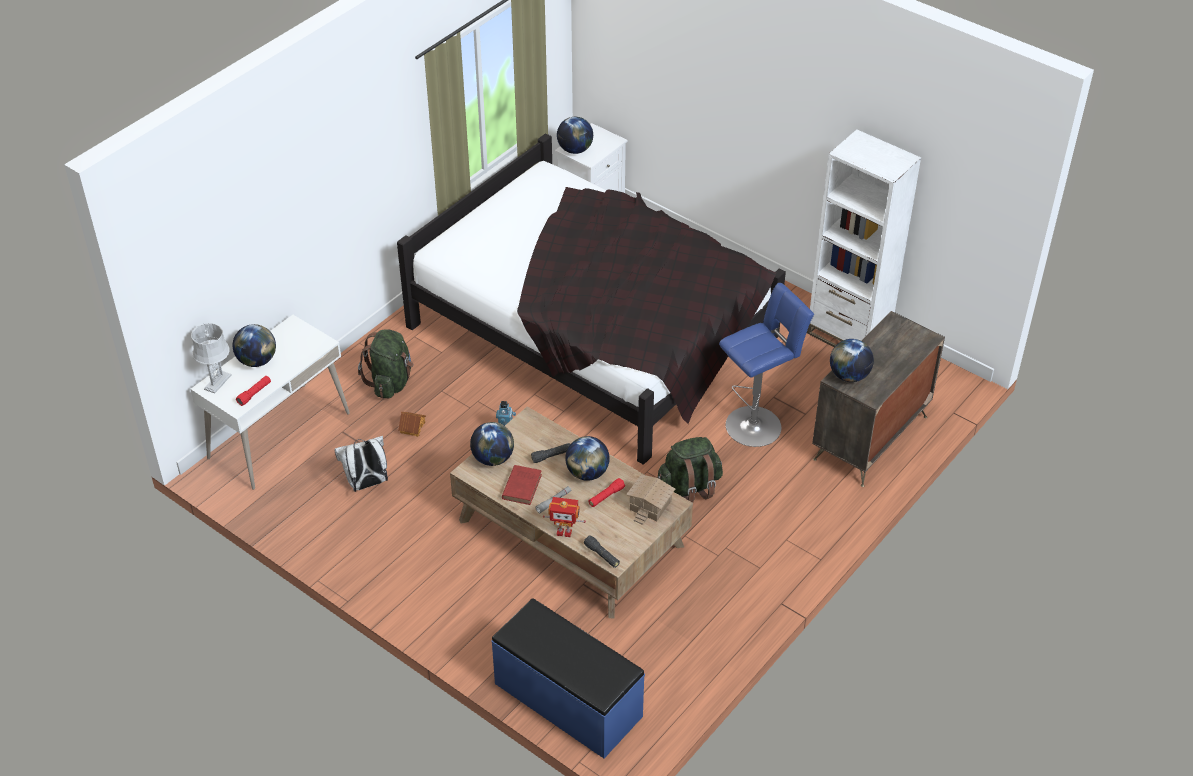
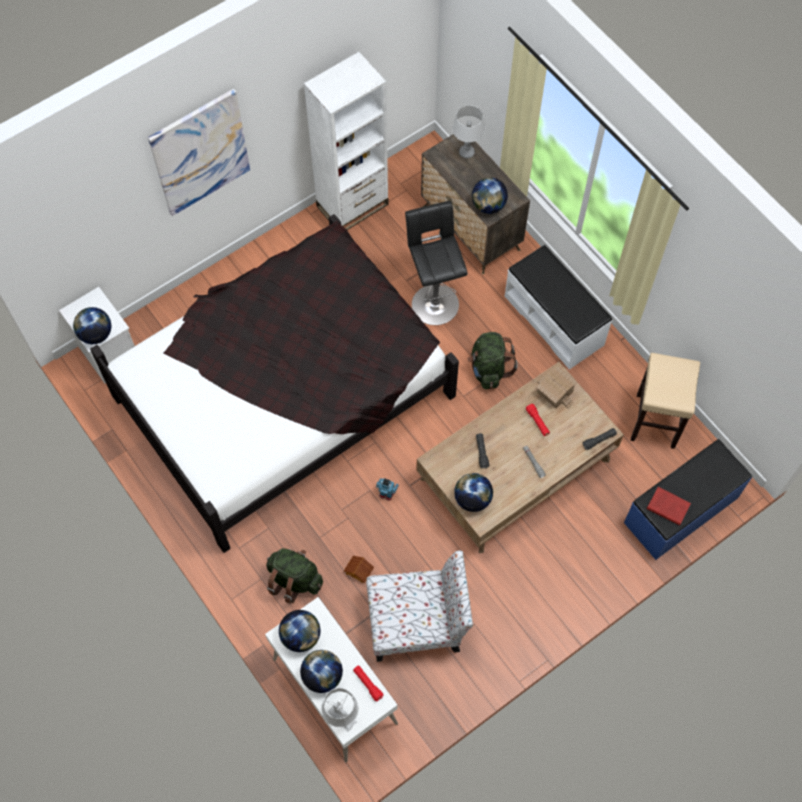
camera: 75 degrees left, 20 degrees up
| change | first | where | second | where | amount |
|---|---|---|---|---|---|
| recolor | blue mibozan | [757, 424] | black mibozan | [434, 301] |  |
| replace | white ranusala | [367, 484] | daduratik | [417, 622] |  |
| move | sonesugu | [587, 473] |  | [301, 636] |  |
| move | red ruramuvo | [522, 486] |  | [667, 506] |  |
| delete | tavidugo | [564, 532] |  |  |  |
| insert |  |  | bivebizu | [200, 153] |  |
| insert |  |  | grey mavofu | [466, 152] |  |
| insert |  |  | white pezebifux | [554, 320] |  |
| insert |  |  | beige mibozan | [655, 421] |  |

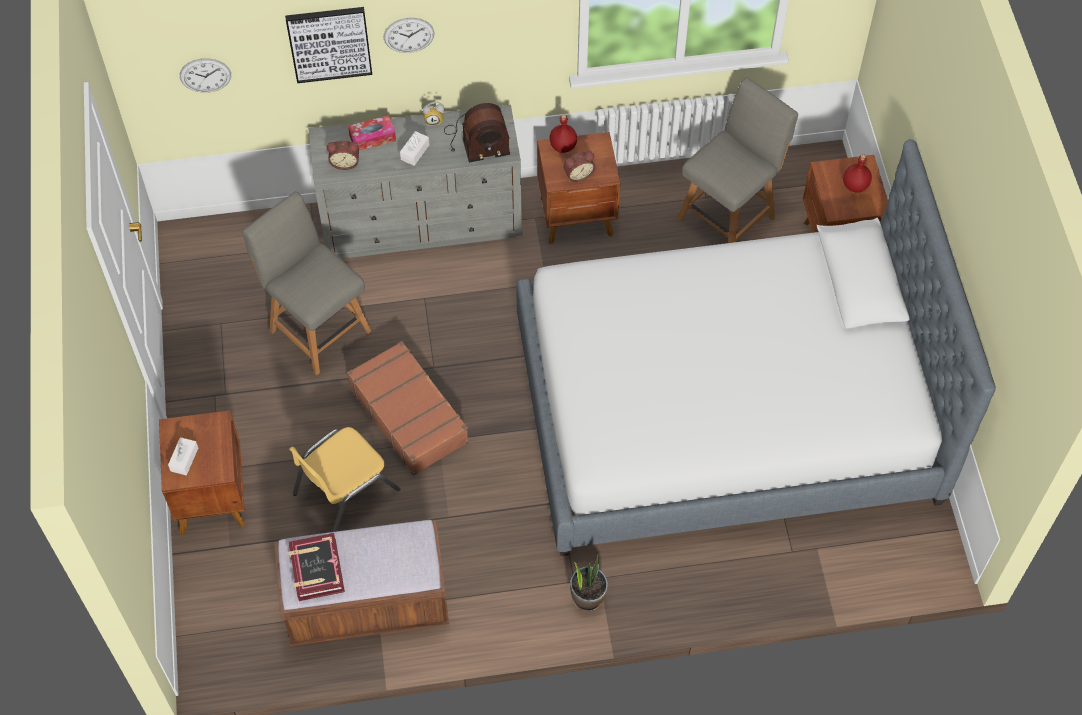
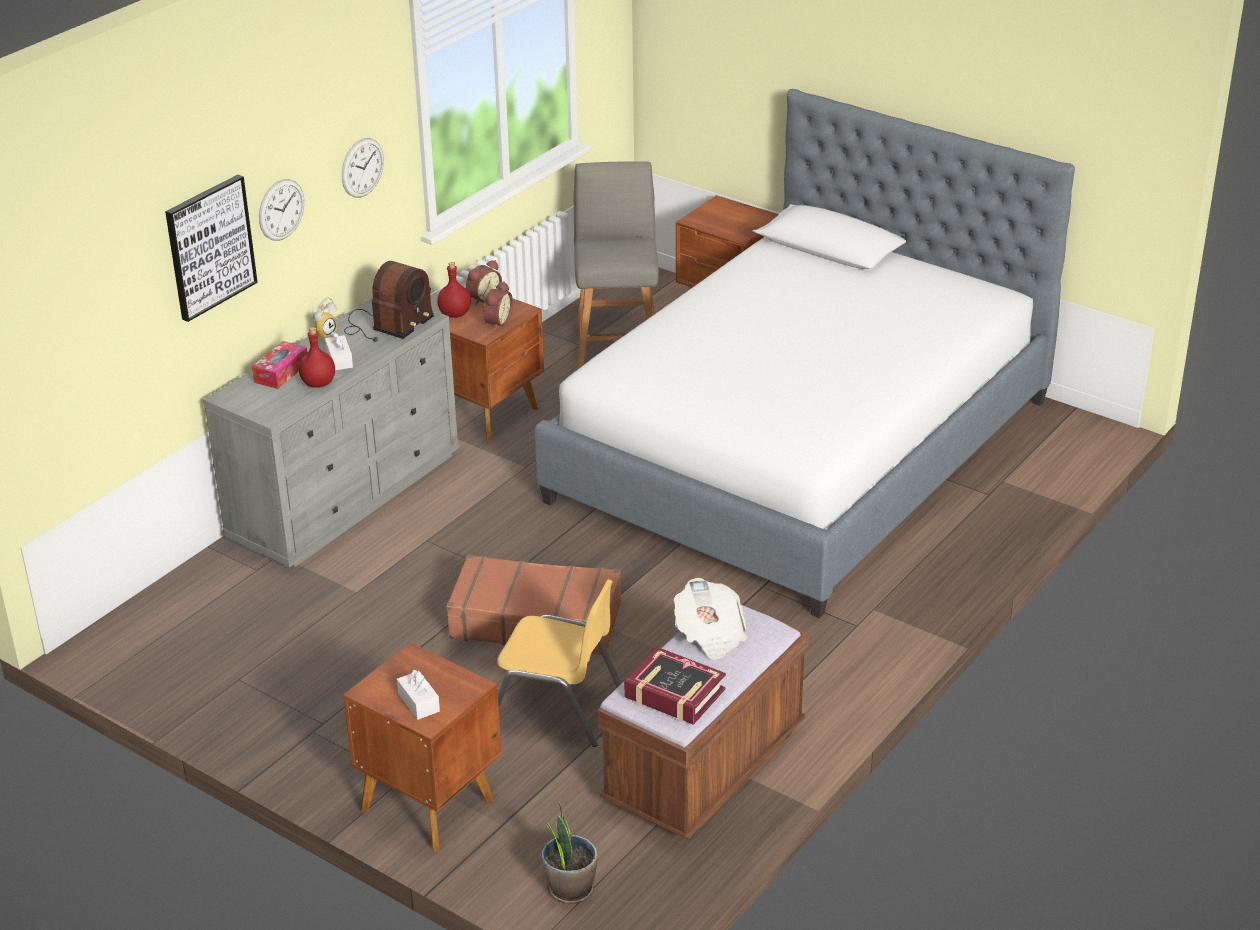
camera: 45 degrees left, 25 degrees down
| change | first | where | second | where | amount |
|---|---|---|---|---|---|
| move | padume | [205, 75] |  | [362, 167] |  |
| move | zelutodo | [345, 162] |  | [483, 298] |  |
| move | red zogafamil | [855, 186] |  | [319, 383] |  |
| delete | grey daduratik | [317, 329] |  |  |  |
| rotate | yellow daduratik | [345, 491] |  | [557, 708] | 75 degrees counterclockwise |
| move | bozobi | [587, 597] |  | [570, 888] |  |
| insert |  |  | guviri | [710, 635] |  |

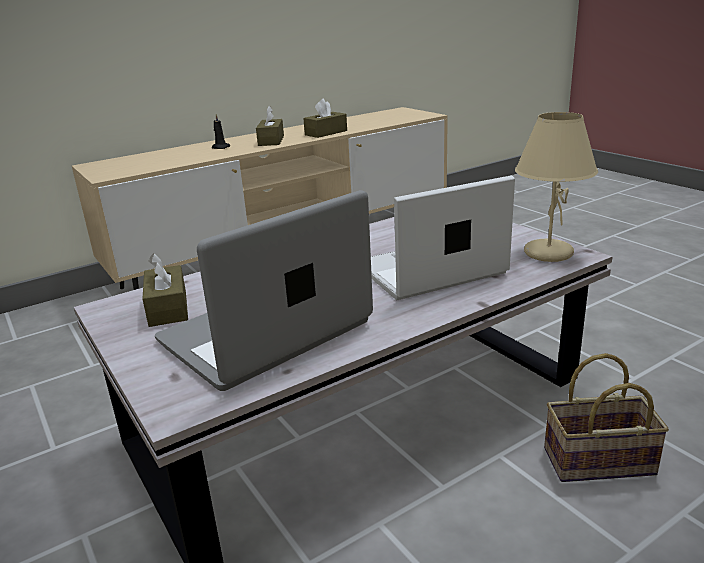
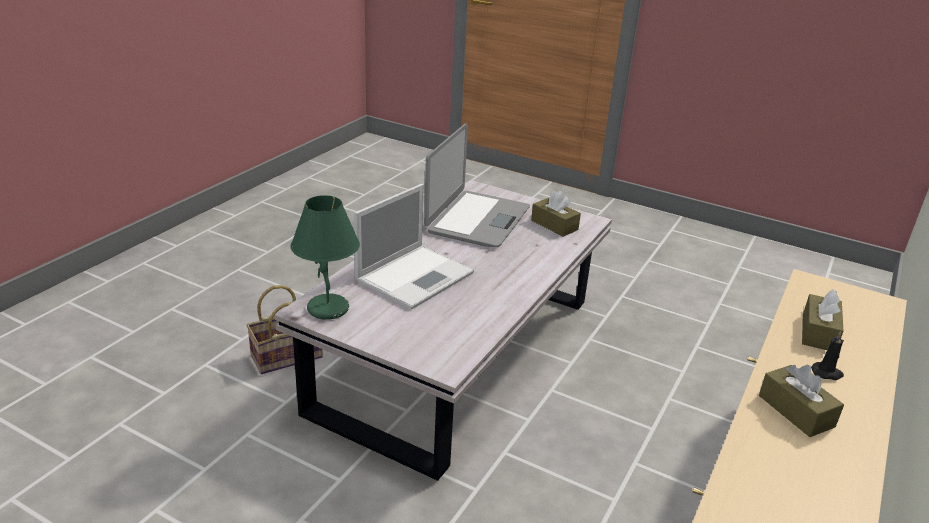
camera: 150 degrees right, 5 degrees up
| change | first | where | second | where | amount |
|---|---|---|---|---|---|
| move | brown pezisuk | [326, 133] |  | [818, 332] |  |
| recolor | beige mavofu | [547, 253] | green mavofu | [329, 309] |  |

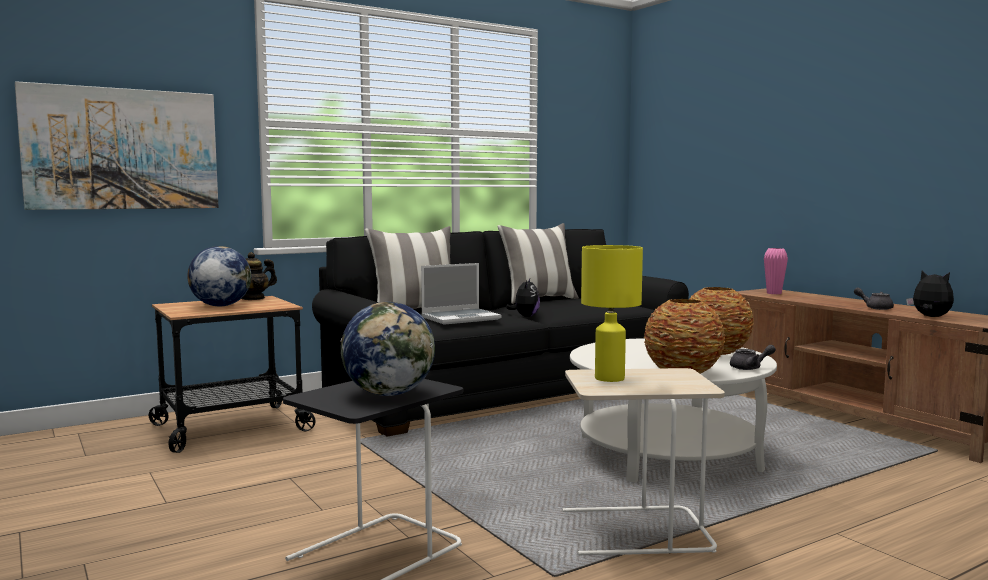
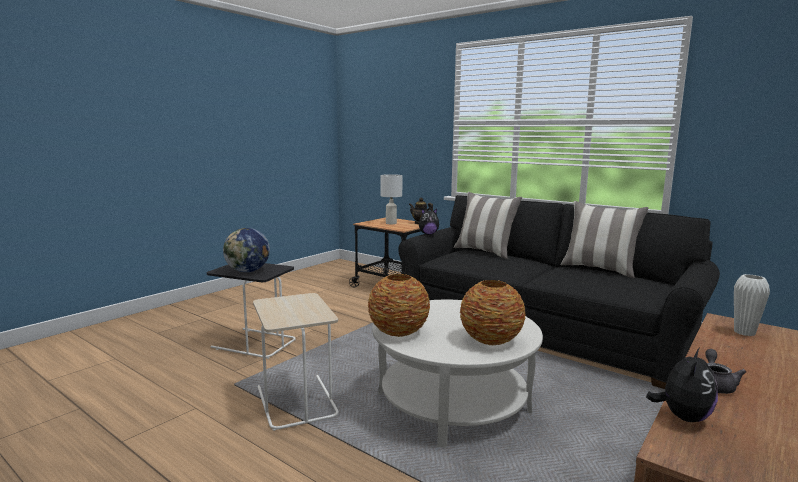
camera: 70 degrees right, 5 degrees up
| change | first | where | second | where | amount |
|---|---|---|---|---|---|
| delete | bivebizu | [122, 149] |  |  |  |
| delete | yellow mavofu | [608, 378] |  |  |  |
| replace | sonesugu | [220, 306] | white mavofu | [391, 223] |  |
| recolor | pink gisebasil | [774, 293] | white gisebasil | [744, 332] |  |
| delete | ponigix | [461, 318] |  |  |  |
| move | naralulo | [525, 316] |  | [428, 234] |  |
| delete | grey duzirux | [750, 368] |  |  |  |

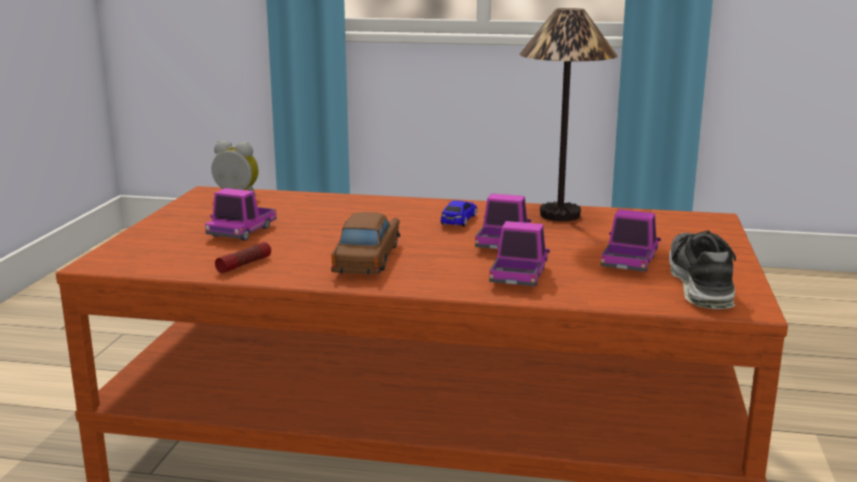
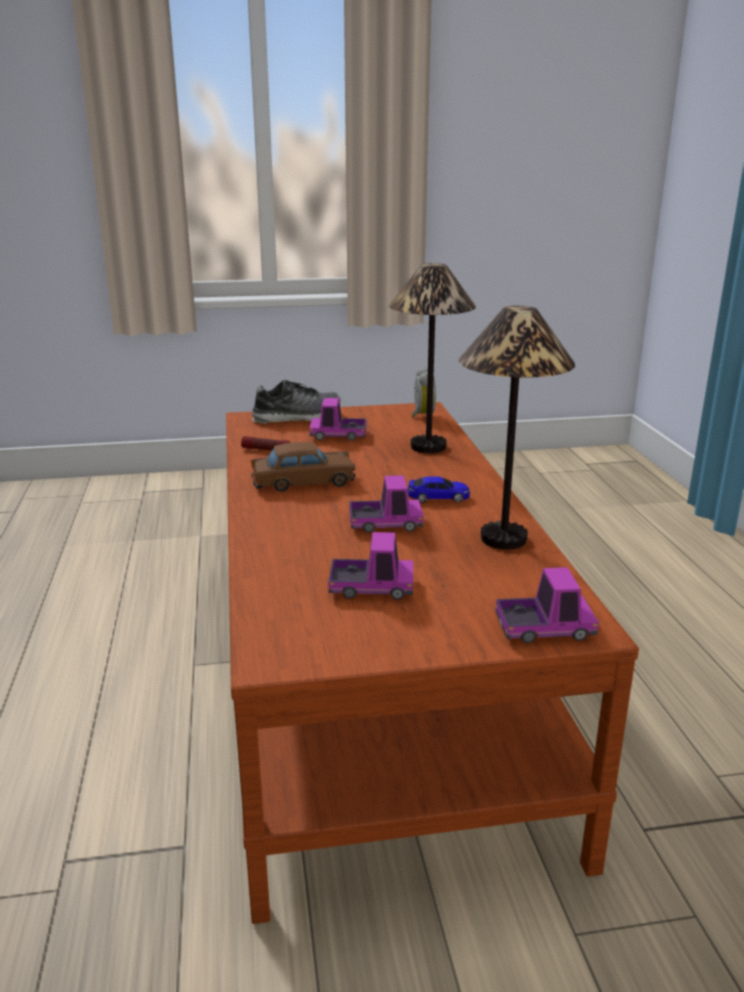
camera: 70 degrees right, 5 degrees up
| change | first | where | second | where | amount |
|---|---|---|---|---|---|
| move | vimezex | [519, 276] |  | [544, 629] |  |
| move | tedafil | [699, 284] |  | [297, 417] |  |
| insert |  |  | mavofu | [427, 447] |  |

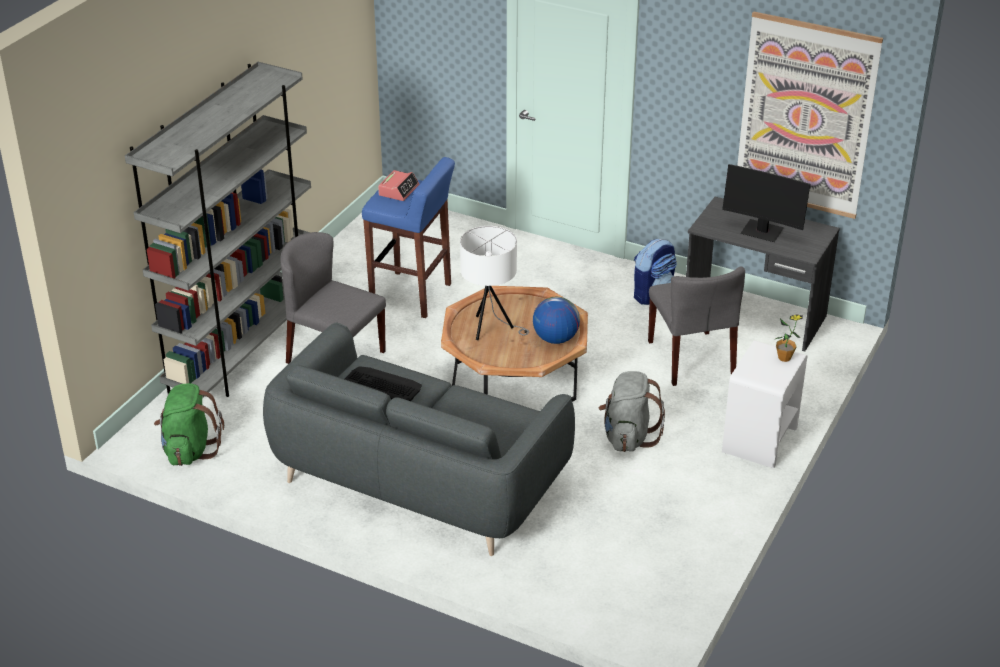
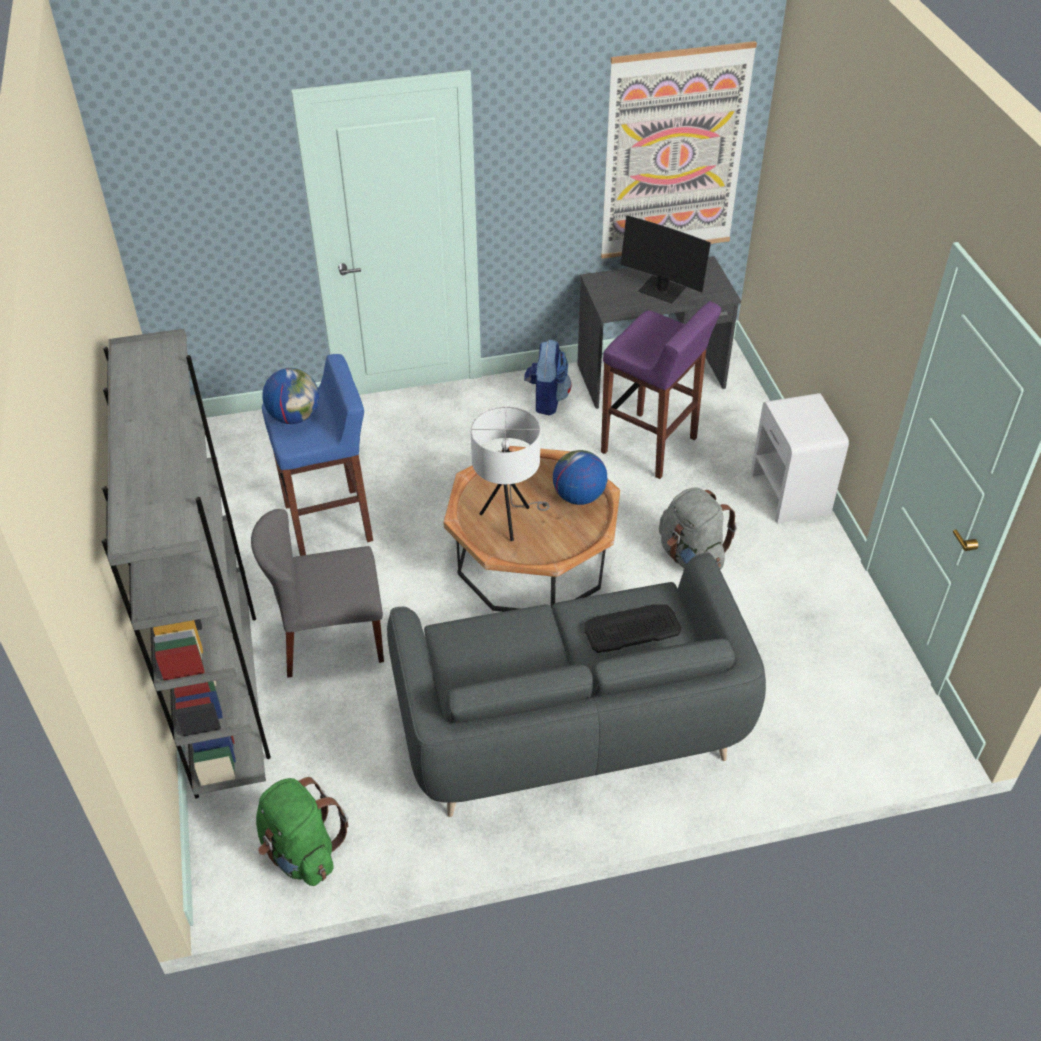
camera: 40 degrees left, 10 degrees up
| change | first | where | second | where | amount |
|---|---|---|---|---|---|
| rotate | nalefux | [762, 231] |  | [662, 290] | 45 degrees clockwise |
| replace | zelutodo | [399, 190] | sonesugu | [294, 417] |  |
| replace | grey daduratik | [691, 358] | purple mibozan | [650, 446] |  |
| delete | bozobi | [784, 358] |  |  |  |
| move | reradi | [382, 385] |  | [631, 629] |  |

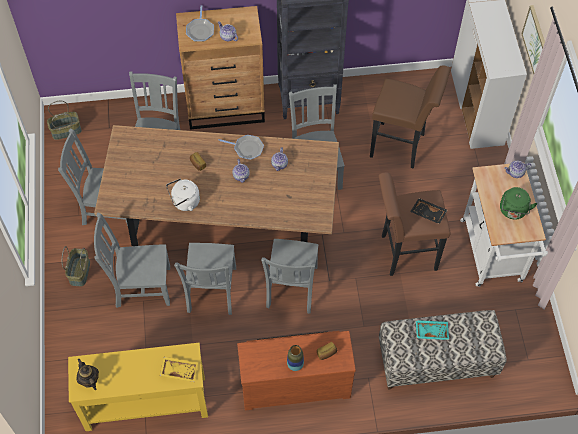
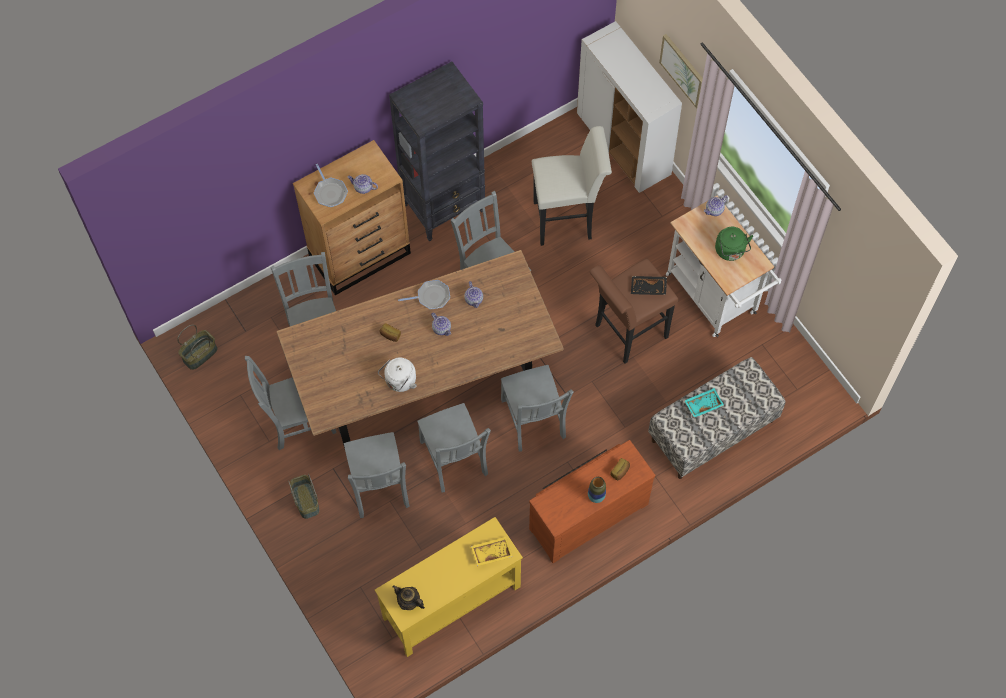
camera: 25 degrees left, 5 degrees up
| change | first | where | second | where | amount |
|---|---|---|---|---|---|
| recolor | brown mibozan | [401, 146] | white mibozan | [567, 220] |  |
| rotate | grey daduratik | [140, 286] |  | [379, 487] | 75 degrees counterclockwise |

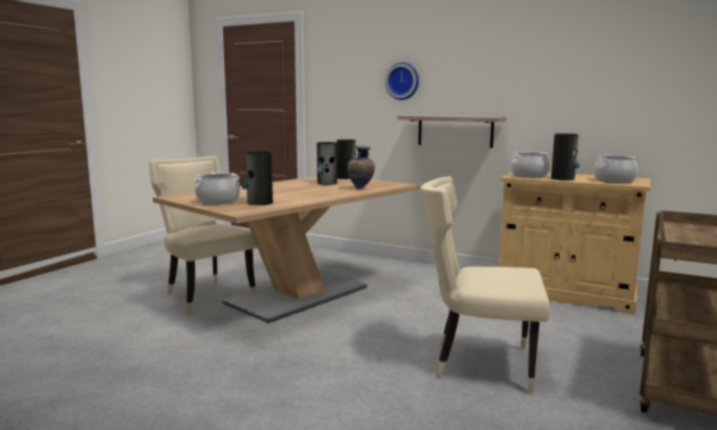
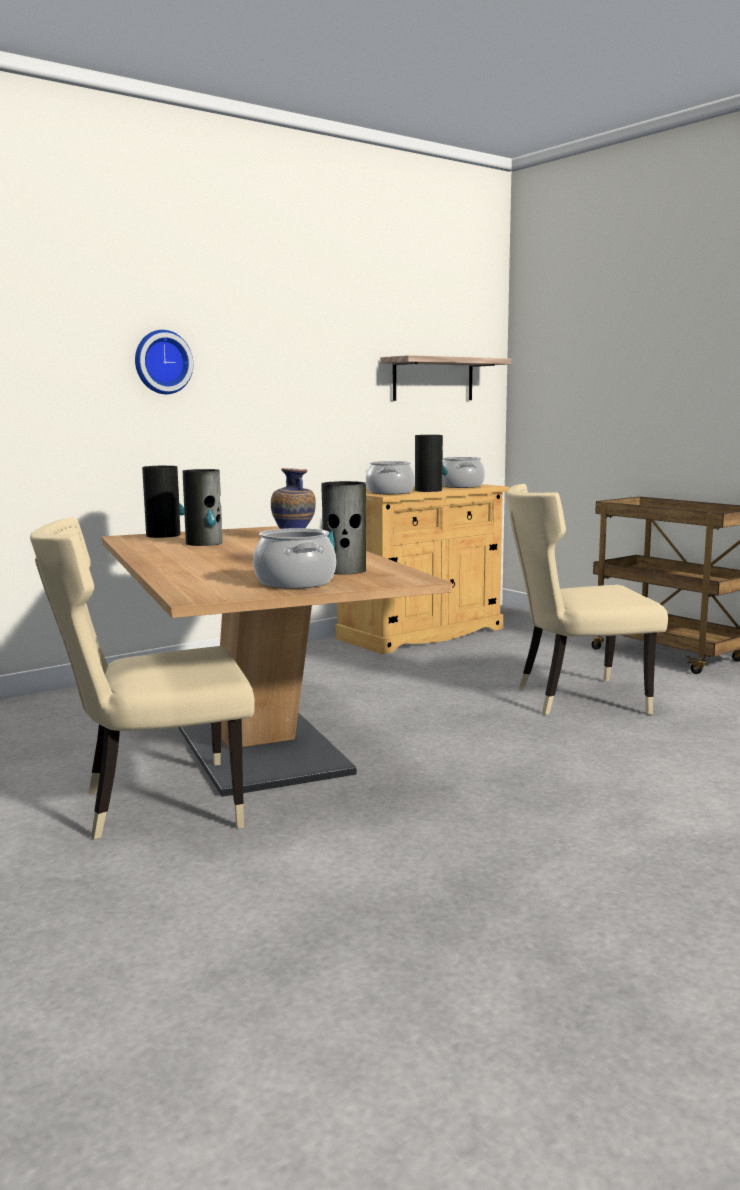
camera: 65 degrees left, 0 degrees up
| change | first | where | second | where | amount |
|---|---|---|---|---|---|
| move | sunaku | [455, 131] |  | [433, 379] |  |
| rotate | beige daduratik | [478, 363] |  | [575, 699] | 45 degrees clockwise |

